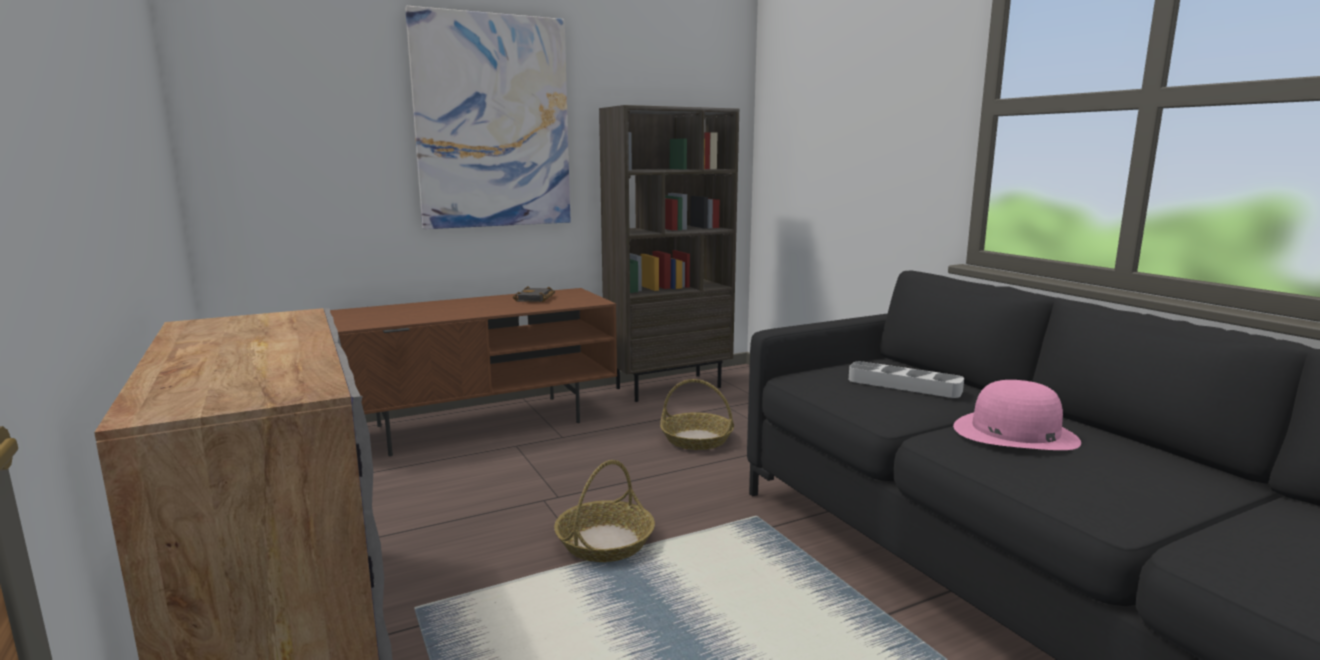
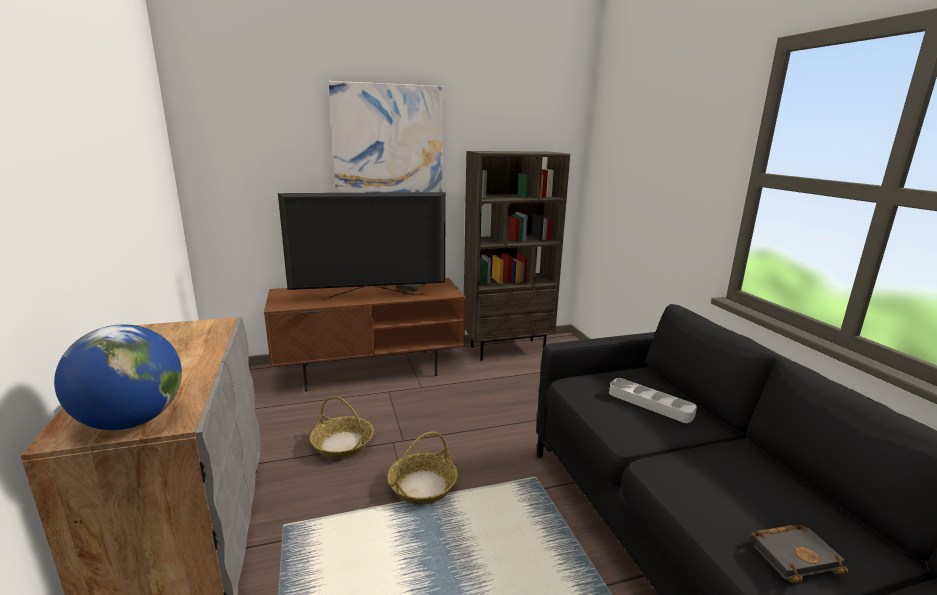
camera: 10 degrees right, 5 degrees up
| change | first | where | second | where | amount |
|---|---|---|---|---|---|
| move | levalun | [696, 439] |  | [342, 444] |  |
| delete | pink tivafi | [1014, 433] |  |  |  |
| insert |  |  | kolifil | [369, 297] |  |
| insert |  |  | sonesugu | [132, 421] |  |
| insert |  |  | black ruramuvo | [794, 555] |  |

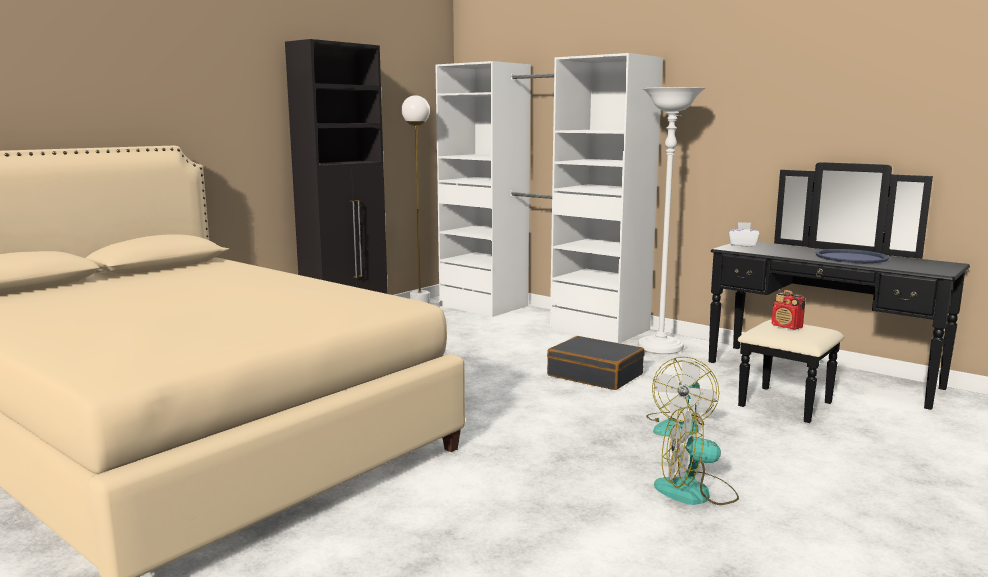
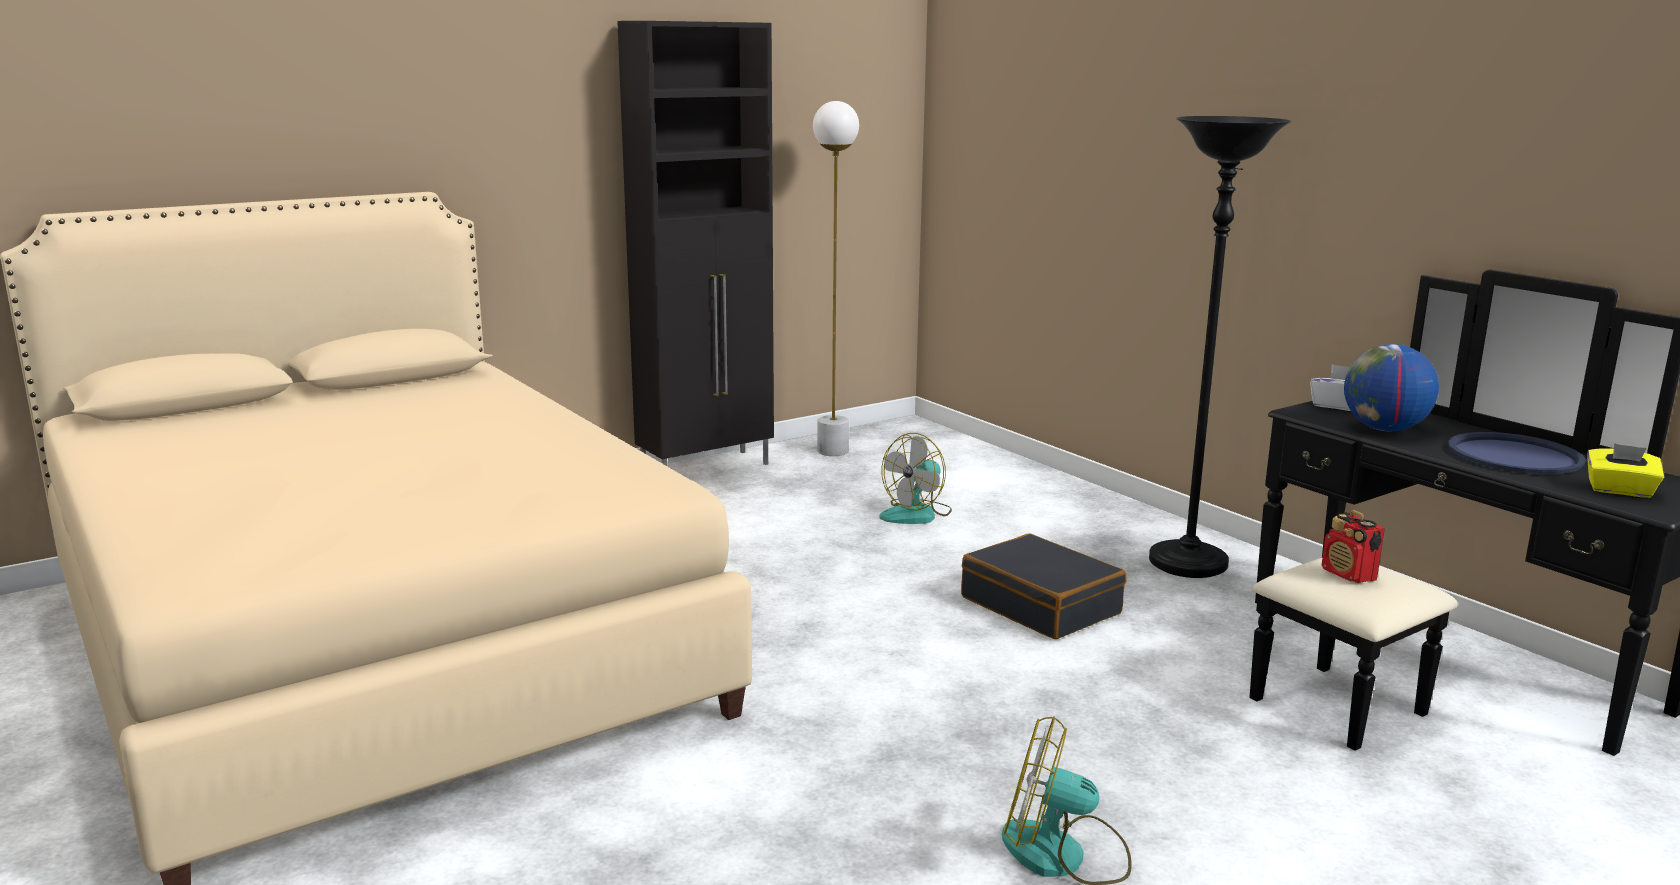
camera: 15 degrees right, 5 degrees up
| change | first | where | second | where | amount |
|---|---|---|---|---|---|
| delete | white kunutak | [539, 317] |  |  |  |
| recolor | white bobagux | [660, 348] | black bobagux | [1188, 564] |  |
| move | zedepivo | [679, 426] |  | [917, 514] |  |
| insert |  |  | sonesugu | [1384, 429] |  |
| insert |  |  | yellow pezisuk | [1619, 490] |  |

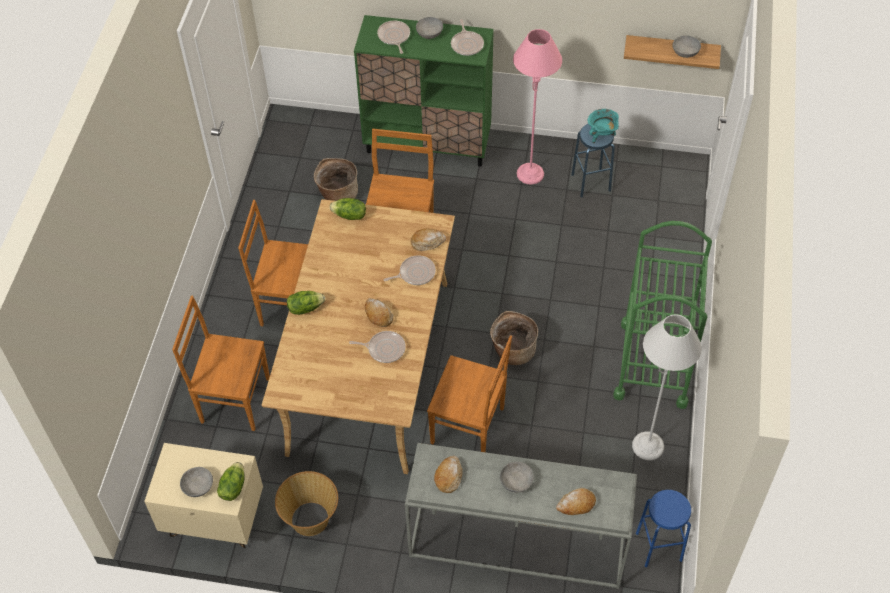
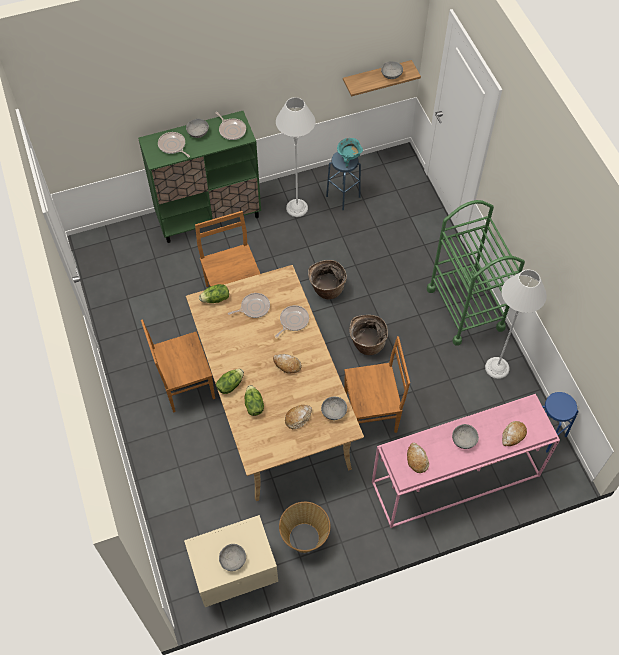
camera: 30 degrees left, 5 degrees up
| change | first | where | second | where | amount |
|---|---|---|---|---|---|
| recolor | pink bobagux | [530, 174] | grey bobagux | [297, 208] |  |
| move | levalun | [337, 194] |  | [326, 289] |  |
| move | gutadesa | [427, 242] |  | [298, 418] |  |
| delete | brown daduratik | [233, 400] |  |  |  |
| move | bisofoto | [384, 348] |  | [253, 307] |  |
| recolor | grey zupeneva | [515, 543] | pink zupeneva | [455, 480] |  |
| move | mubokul | [233, 487] |  | [253, 405] |  |
| insert |  |  | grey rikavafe | [333, 411] |  |

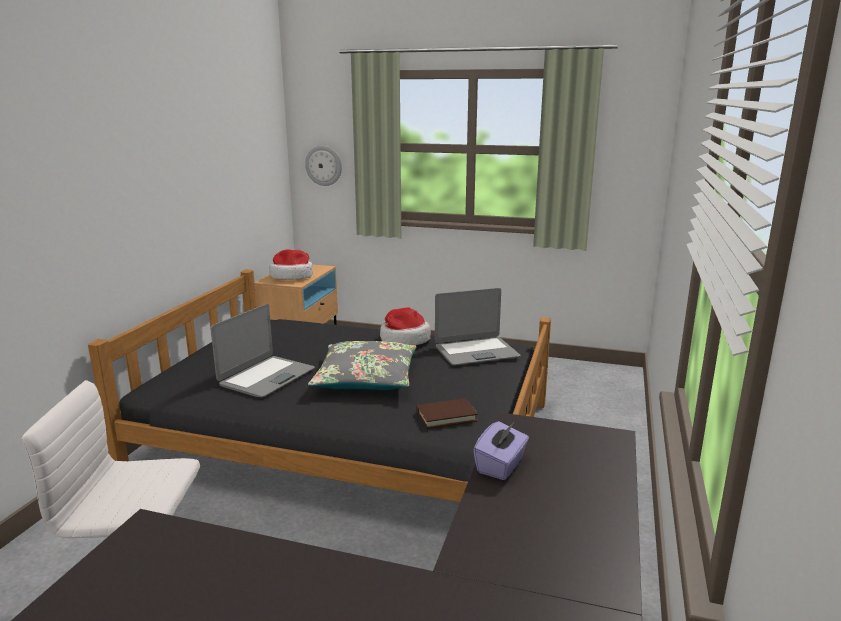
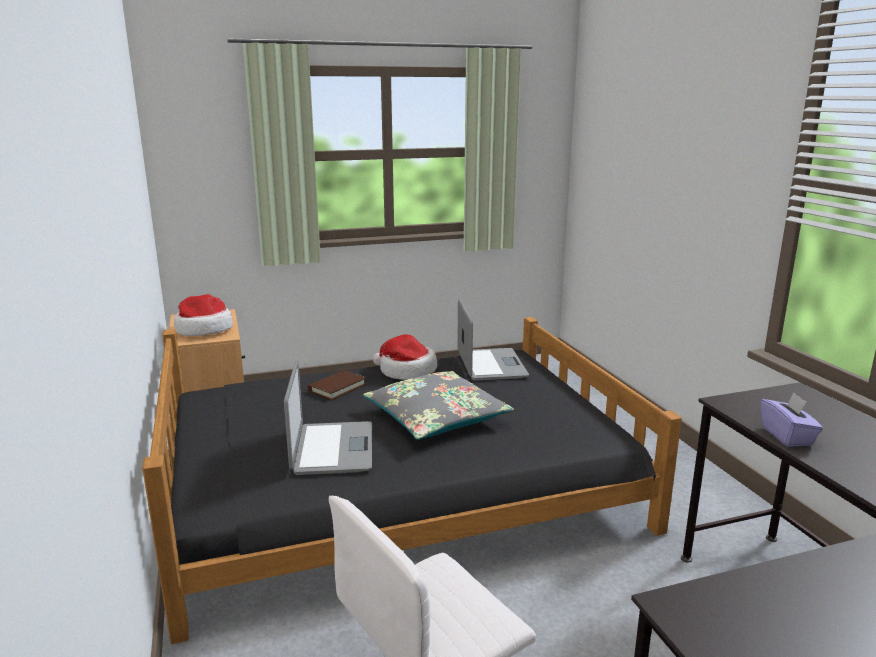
camera: 35 degrees left, 0 degrees up
| change | first | where | second | where | amount |
|---|---|---|---|---|---|
| delete | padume | [324, 165] |  |  |  |
| rotate | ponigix | [476, 352] |  | [490, 365] | 45 degrees counterclockwise |
| move | brown ruramuvo | [446, 416] |  | [337, 388] |  |

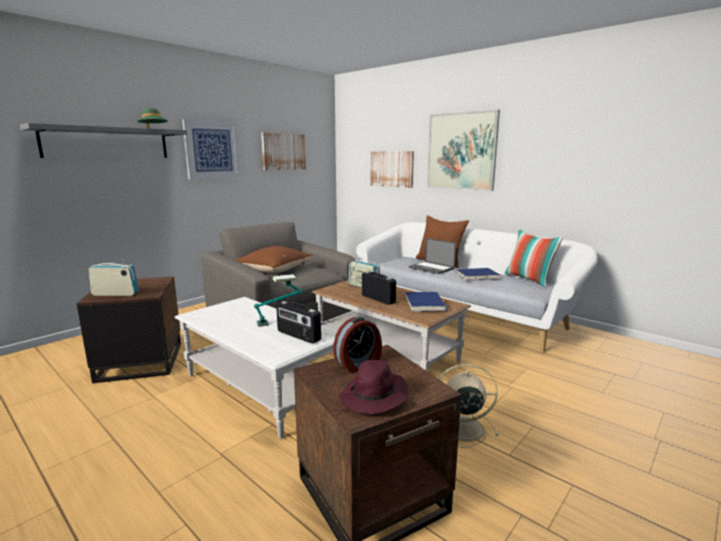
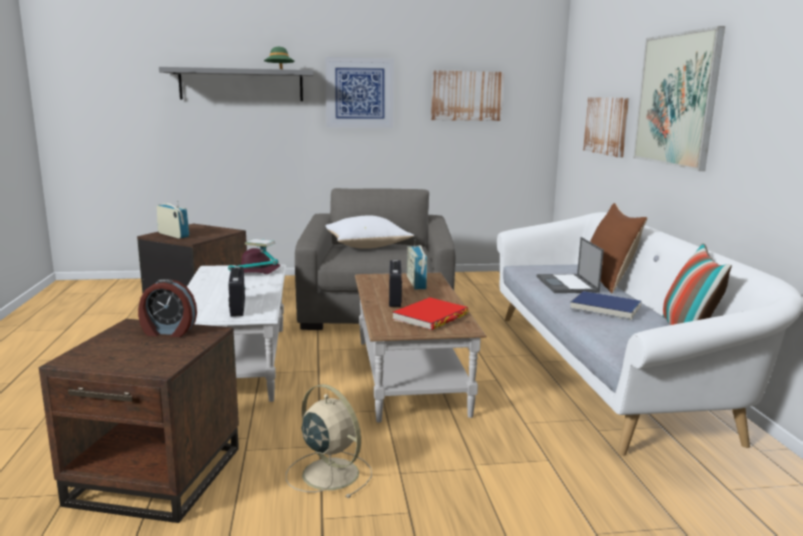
camera: 40 degrees right, 0 degrees up
| change | first | where | second | where | amount |
|---|---|---|---|---|---|
| recolor | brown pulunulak | [274, 270] | white pulunulak | [367, 246] |  |
| recolor | blue ruramuvo | [425, 304] | red ruramuvo | [430, 317] |  |
| move | purple tivafi | [374, 397] |  | [255, 272] |  |

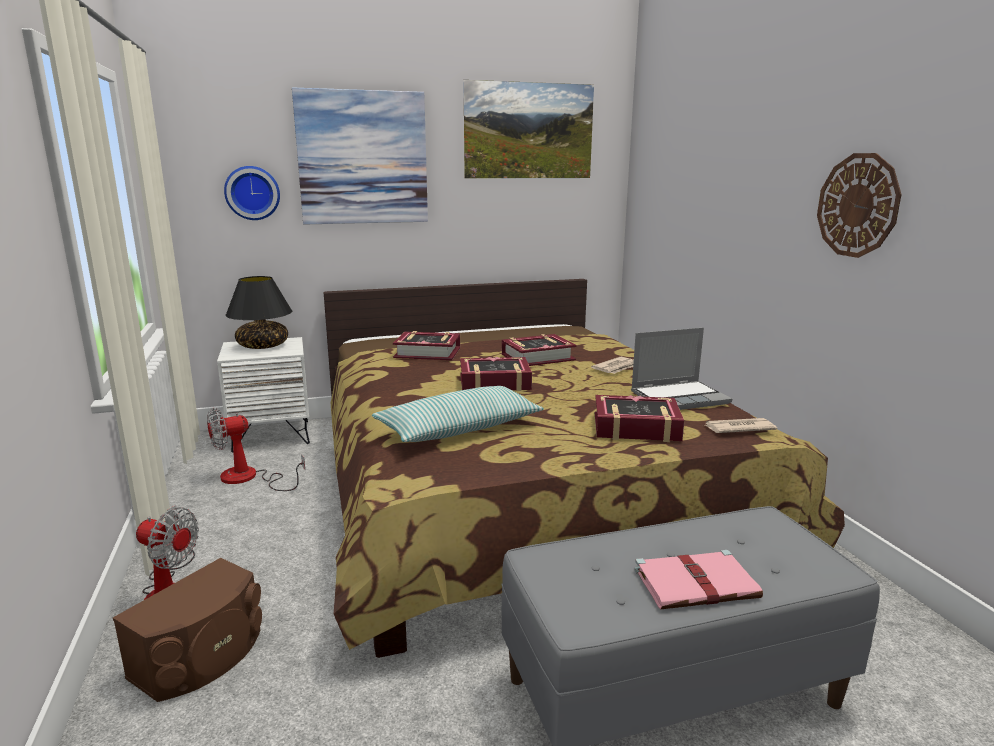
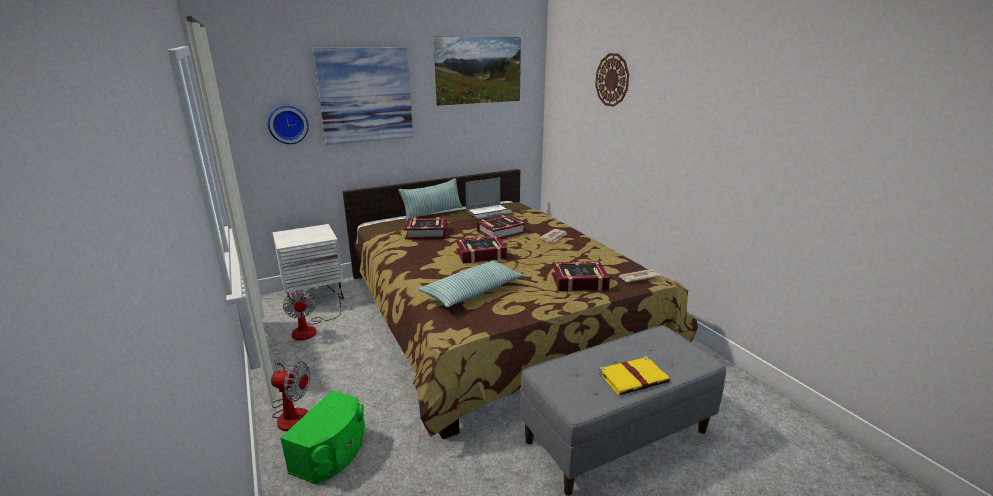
camera: 10 degrees left, 5 degrees up
| change | first | where | second | where | amount |
|---|---|---|---|---|---|
| move | padume | [858, 205] |  | [612, 80] |  |
| delete | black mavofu | [263, 346] |  |  |  |
| move | ponigix | [680, 397] |  | [489, 213] |  |
| rotate | zedepivo | [249, 478] |  | [311, 329] | 75 degrees counterclockwise |
| recolor | pink ruramuvo | [697, 584] | yellow ruramuvo | [634, 377] |  |
| recolor | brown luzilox | [202, 657] | green luzilox | [332, 453] |  |
| insert |  |  | pulunulak | [432, 213] |  |

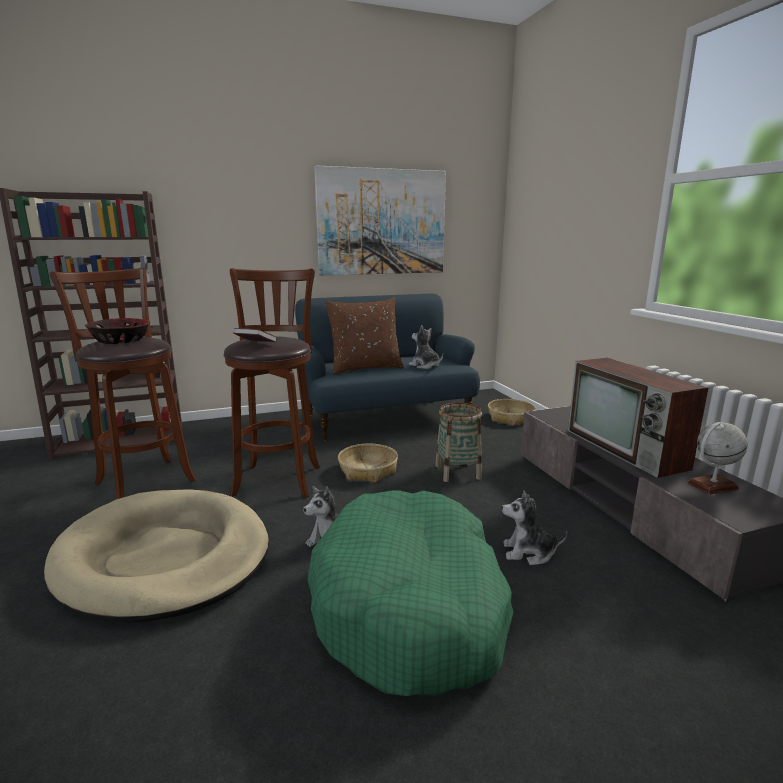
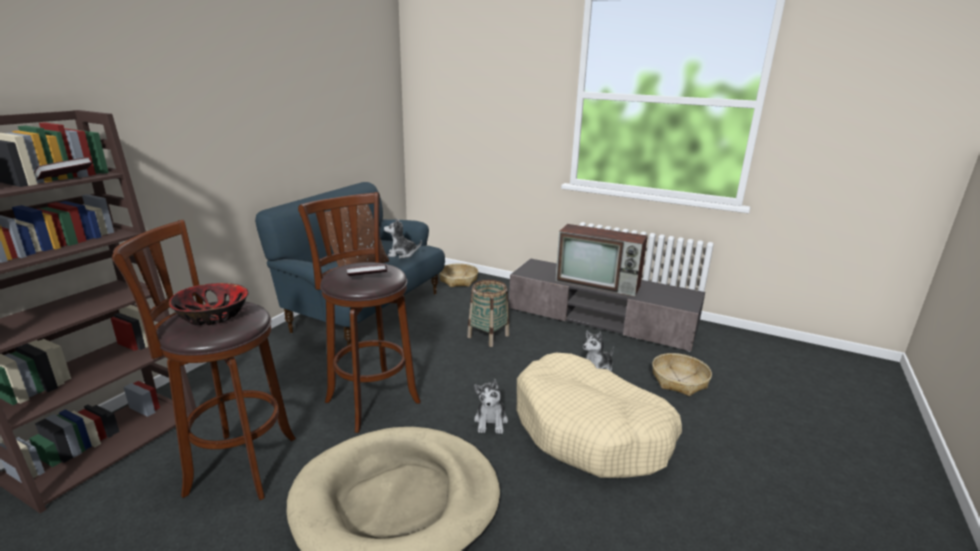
camera: 45 degrees left, 5 degrees up
| change | first | where | second | where | amount |
|---|---|---|---|---|---|
| delete | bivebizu | [382, 222] |  |  |  |
| delete | sonesugu | [712, 486] |  |  |  |
| move | levalun | [368, 470] |  | [678, 381] |  |
| recolor | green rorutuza | [411, 606] | beige rorutuza | [591, 430] |  |
| insert |  |  | ruramuvo | [65, 179] |  |

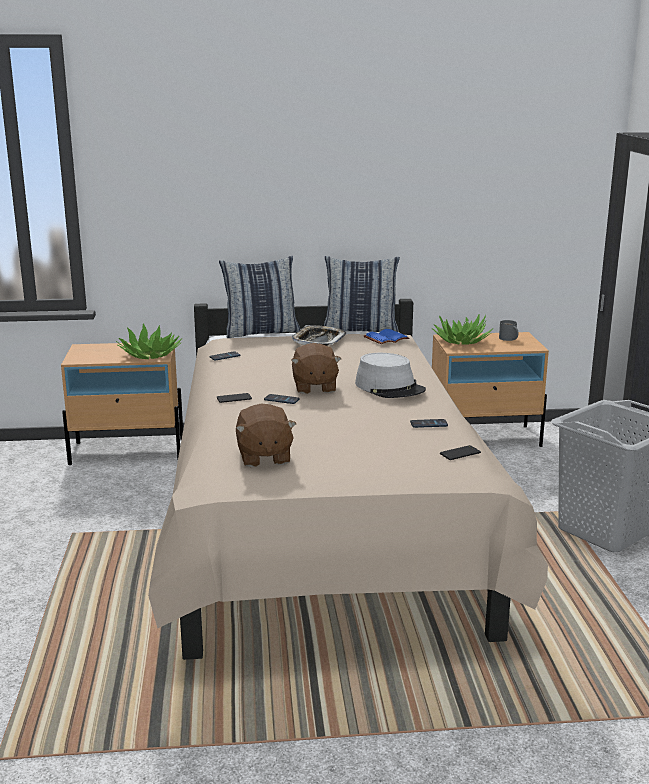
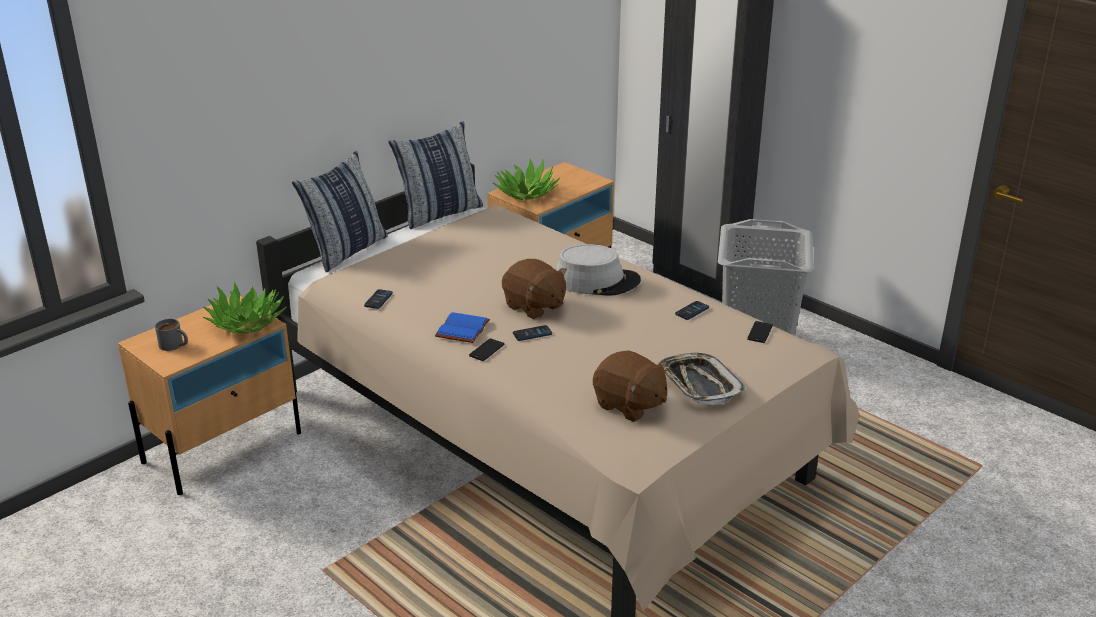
camera: 40 degrees left, 10 degrees up
| change | first | where | second | where | amount |
|---|---|---|---|---|---|
| move | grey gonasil | [509, 339] |  | [175, 345] |  |
| move | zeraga | [318, 341] |  | [699, 384] |  |
| move | blue ruramuvo | [386, 338] |  | [461, 328] |  |

